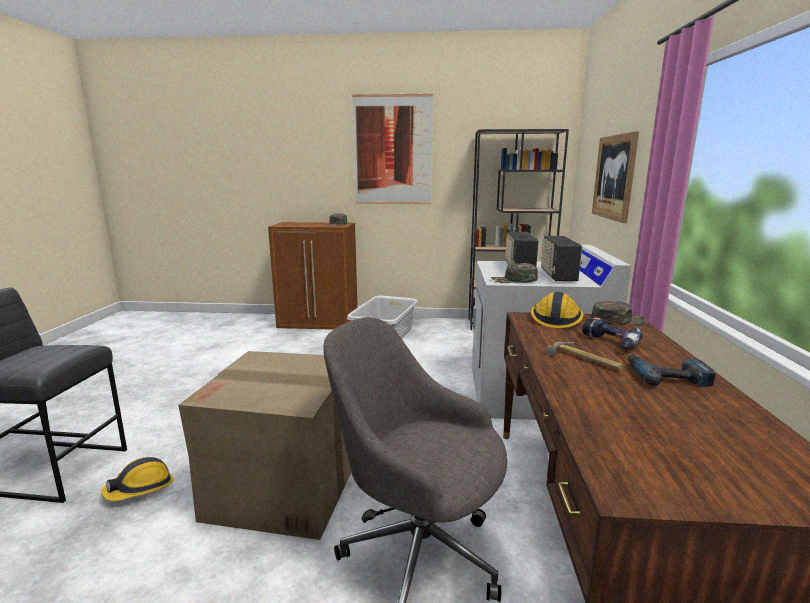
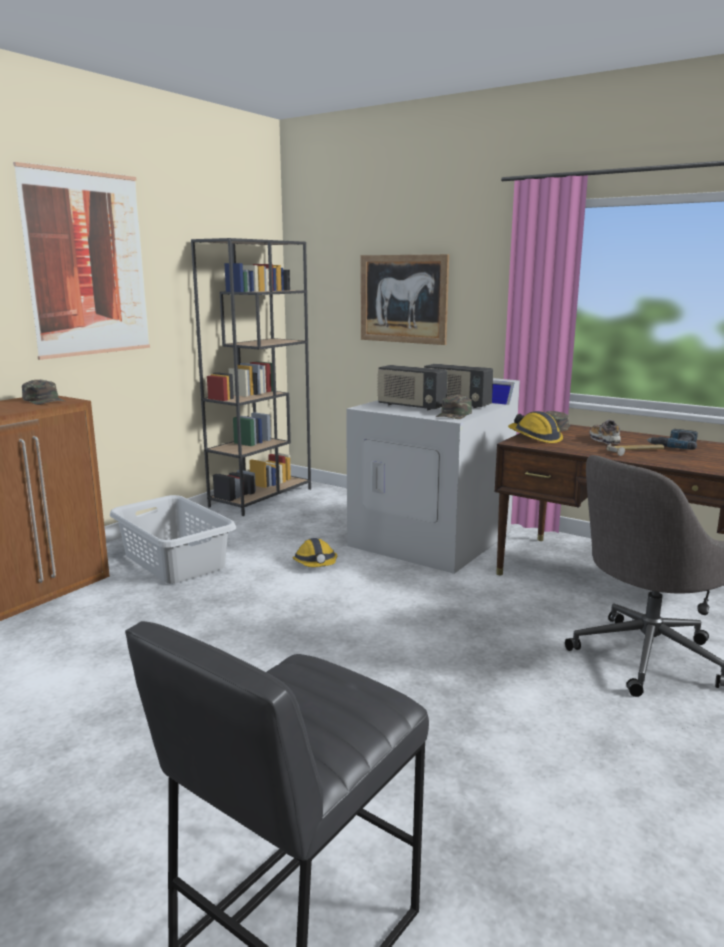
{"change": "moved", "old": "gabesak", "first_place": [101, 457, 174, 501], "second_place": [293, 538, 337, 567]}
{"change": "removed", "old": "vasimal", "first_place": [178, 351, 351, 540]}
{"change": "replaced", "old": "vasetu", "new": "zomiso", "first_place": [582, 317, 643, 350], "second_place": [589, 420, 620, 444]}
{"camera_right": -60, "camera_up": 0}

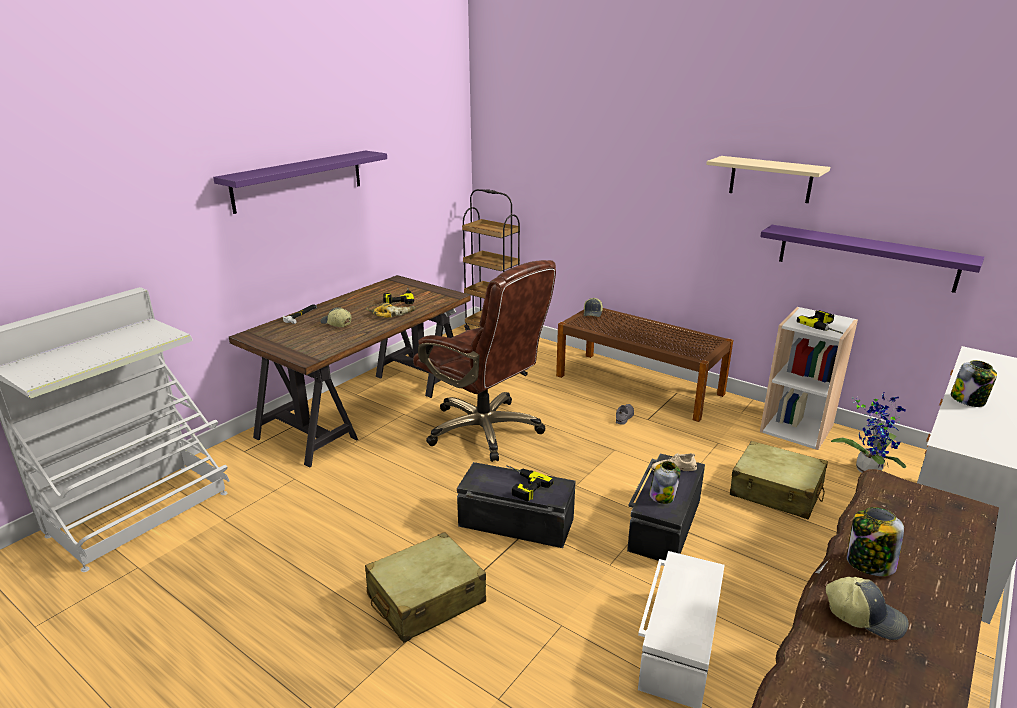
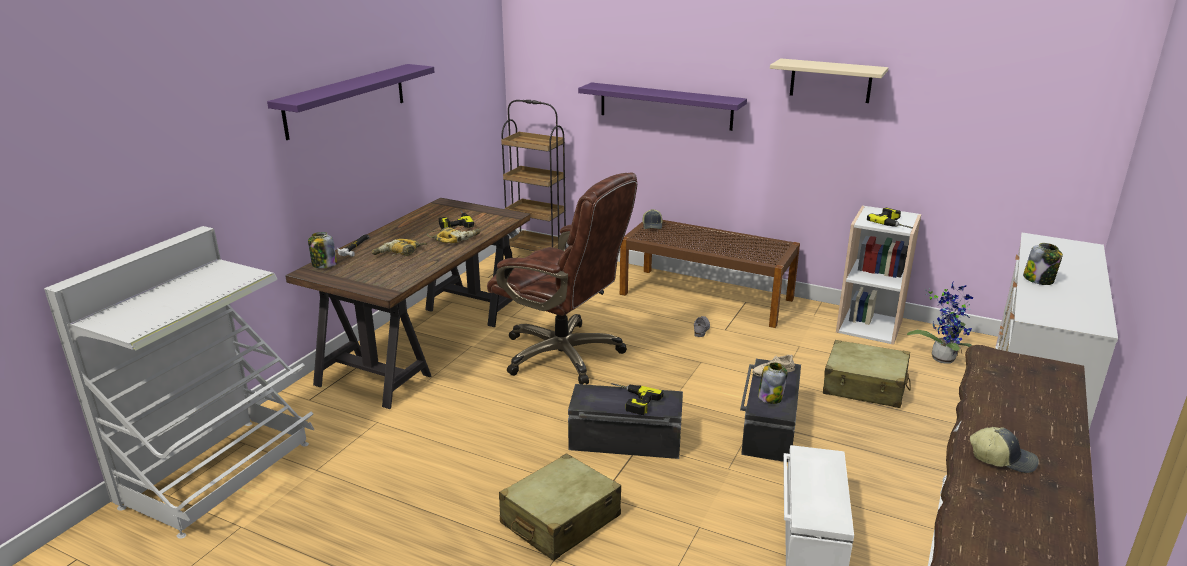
{"change": "replaced", "old": "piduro", "new": "vasetu", "first_place": [320, 308, 351, 327], "second_place": [372, 239, 427, 256]}
{"change": "moved", "old": "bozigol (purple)", "first_place": [760, 225, 984, 293], "second_place": [578, 82, 747, 131]}
{"change": "moved", "old": "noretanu", "first_place": [847, 507, 904, 576], "second_place": [308, 232, 337, 268]}
{"camera_right": -10, "camera_up": 0}

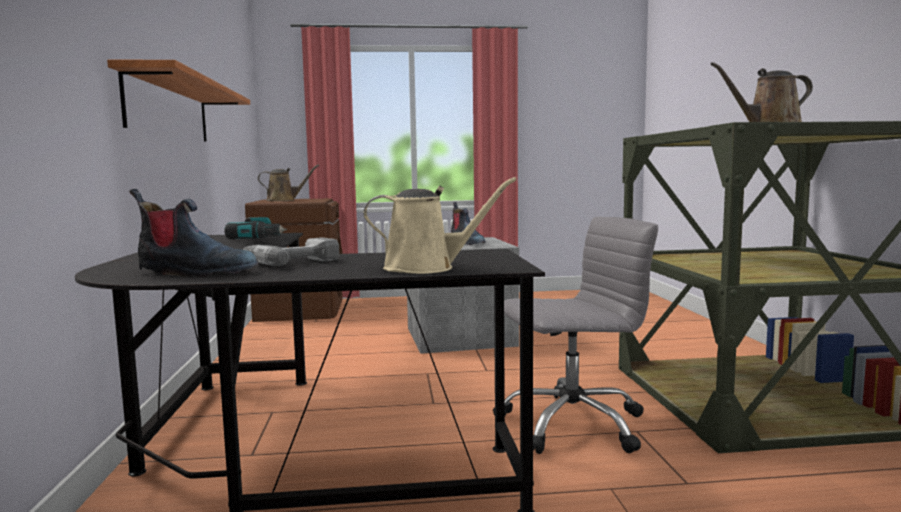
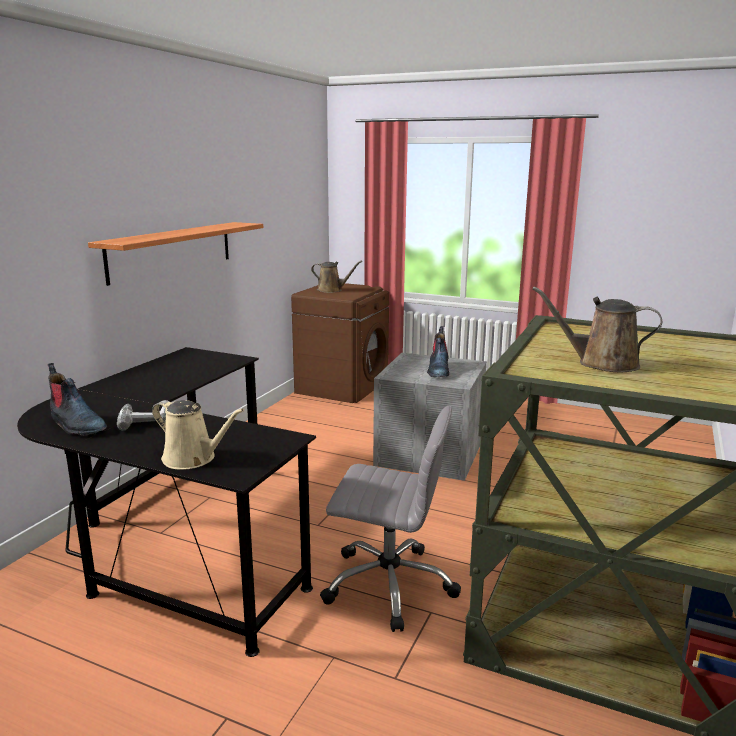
{"change": "removed", "old": "vasetu", "first_place": [224, 217, 287, 239]}
{"camera_right": 30, "camera_up": 10}

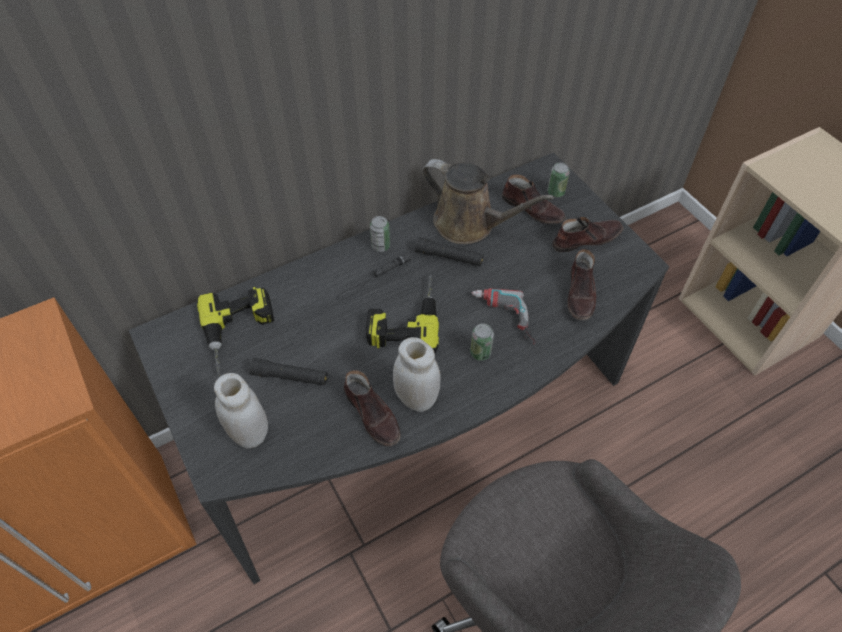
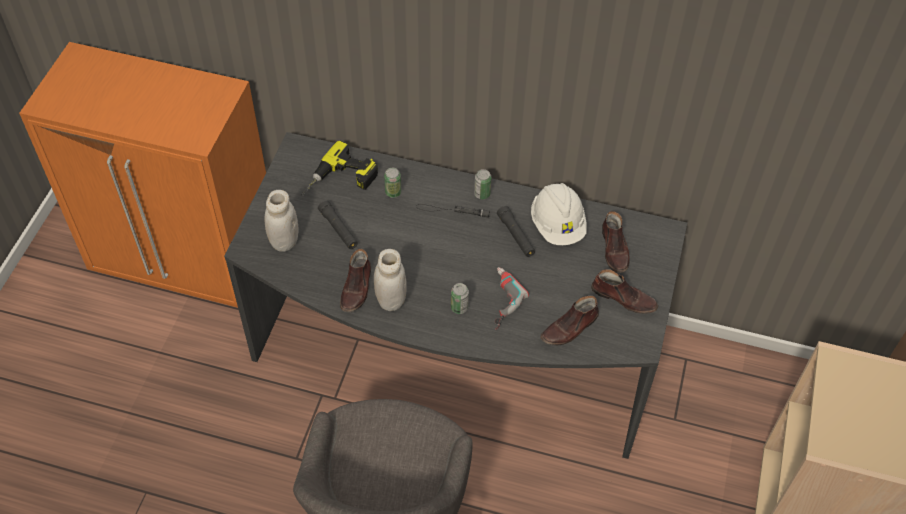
{"change": "removed", "old": "vasetu", "first_place": [366, 274, 439, 354]}
{"change": "replaced", "old": "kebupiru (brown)", "new": "gabesak (white)", "first_place": [422, 159, 554, 244], "second_place": [531, 183, 587, 245]}
{"change": "moved", "old": "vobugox", "first_place": [548, 162, 570, 197], "second_place": [384, 168, 401, 198]}
{"camera_right": 45, "camera_up": 0}

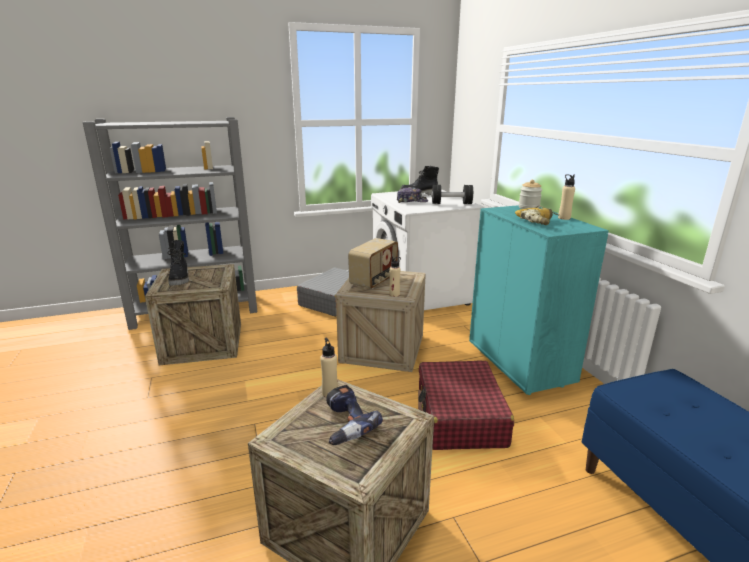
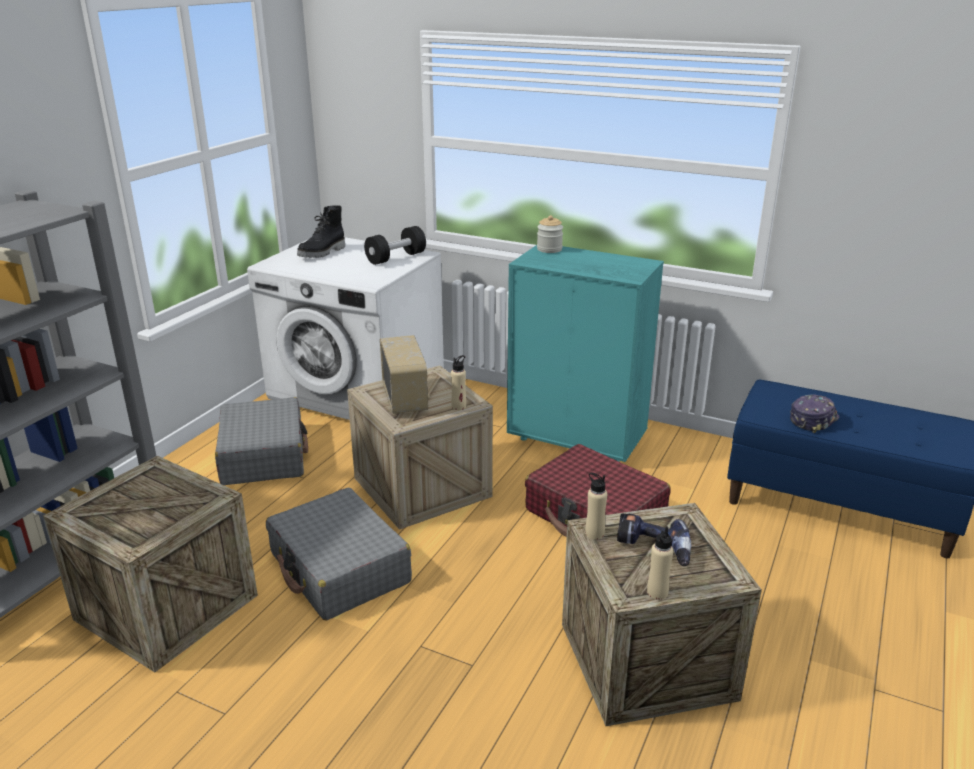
{"change": "removed", "old": "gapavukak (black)", "first_place": [167, 240, 189, 286]}
{"change": "moved", "old": "piduro", "first_place": [396, 187, 428, 203], "second_place": [790, 395, 839, 433]}
{"change": "removed", "old": "vasetu", "first_place": [515, 205, 562, 225]}
{"change": "moved", "old": "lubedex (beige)", "first_place": [558, 174, 575, 220], "second_place": [647, 526, 673, 600]}
{"change": "added", "new": "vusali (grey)", "second_place": [266, 488, 412, 620]}
{"camera_right": -45, "camera_up": 5}

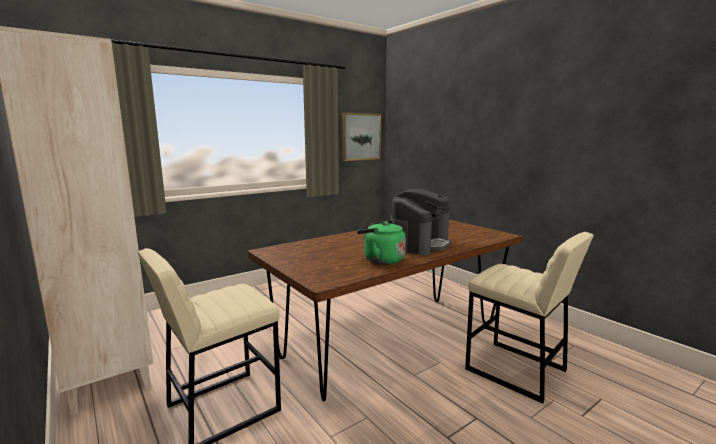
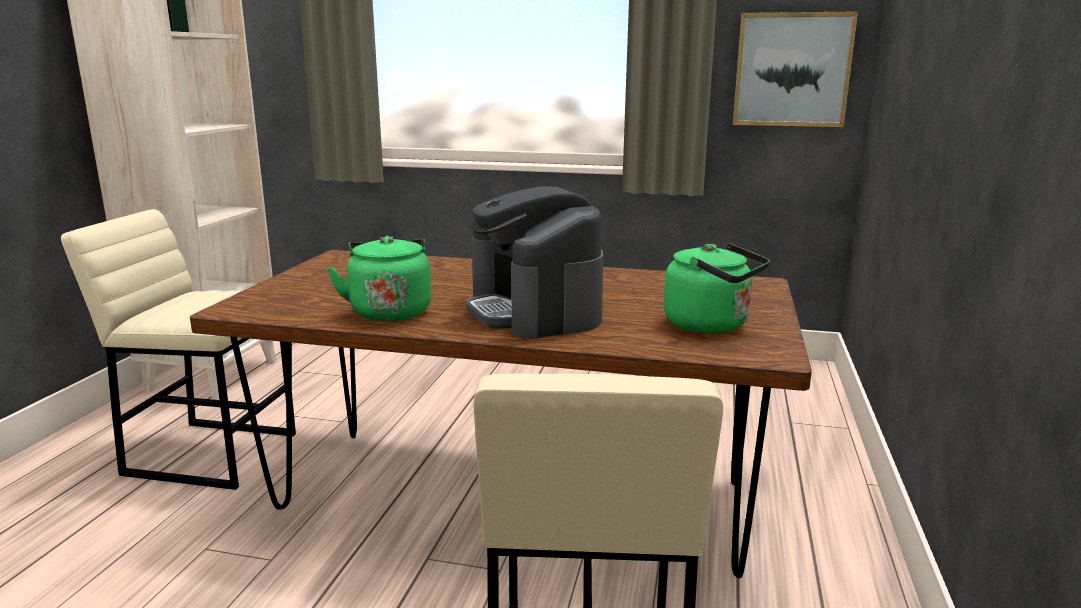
{"change": "turned", "old": "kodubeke", "first_place": [391, 189, 451, 255], "second_place": [466, 186, 603, 339], "degrees": 75}
{"change": "added", "new": "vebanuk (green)", "second_place": [664, 243, 770, 333]}
{"camera_right": 50, "camera_up": 5}

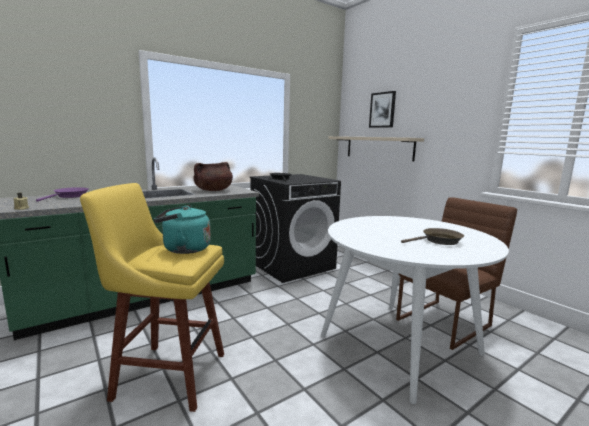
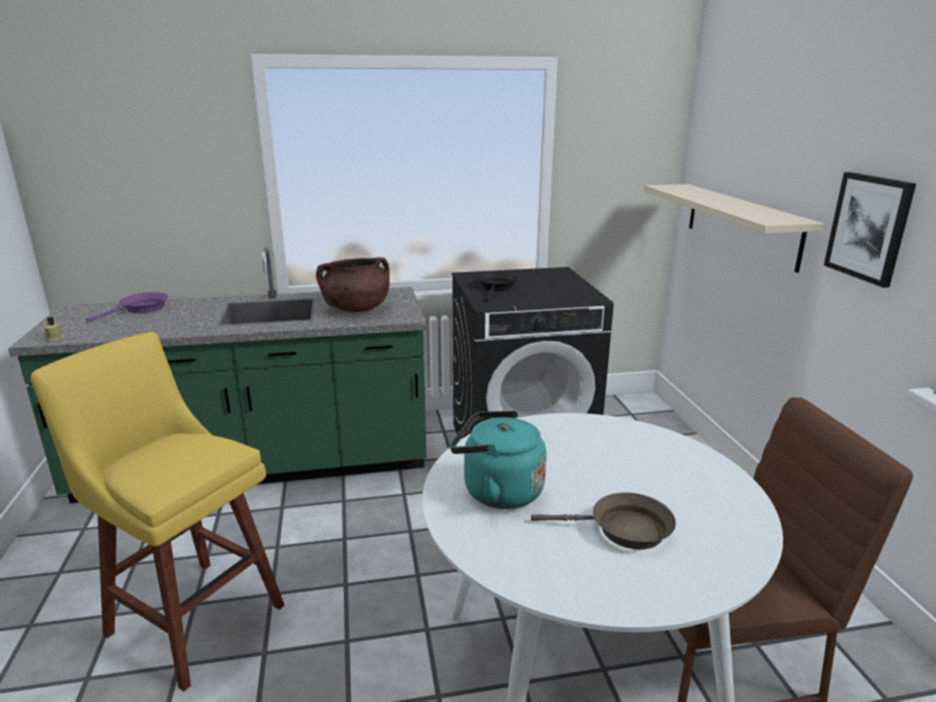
{"change": "moved", "old": "vebanuk (turquoise)", "first_place": [154, 205, 211, 254], "second_place": [450, 411, 547, 509]}
{"change": "moved", "old": "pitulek", "first_place": [369, 91, 396, 128], "second_place": [824, 172, 916, 288]}
{"camera_right": 25, "camera_up": 10}

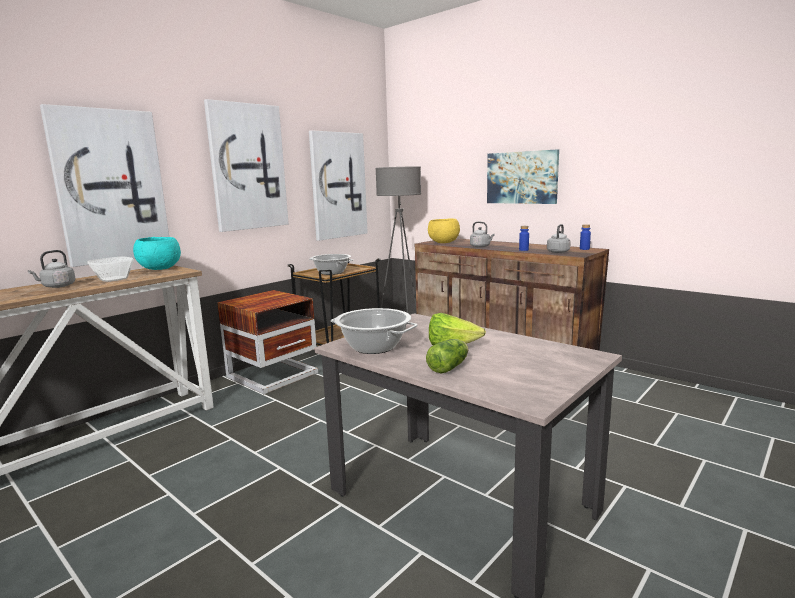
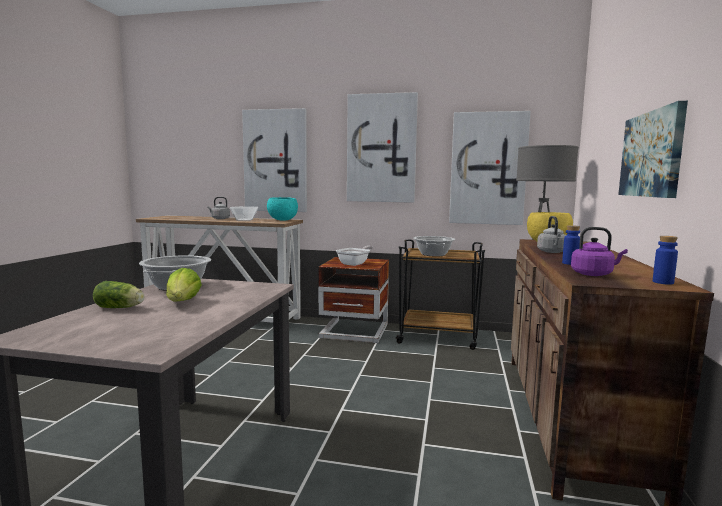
{"change": "recoloured", "old": "vebanuk (grey)", "new": "vebanuk (purple)", "first_place": [547, 224, 571, 253], "second_place": [571, 227, 628, 276]}
{"change": "added", "new": "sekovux", "second_place": [336, 246, 373, 266]}
{"camera_right": 60, "camera_up": -5}

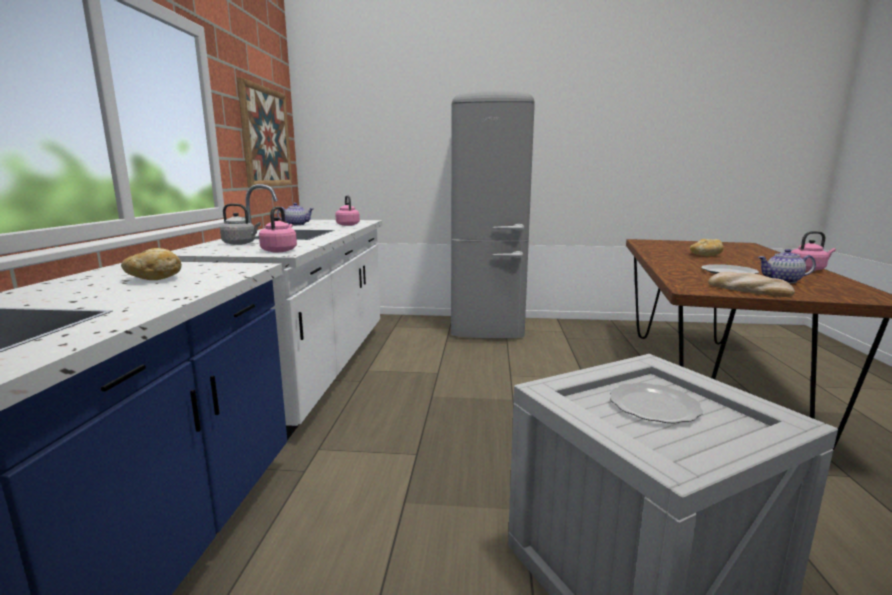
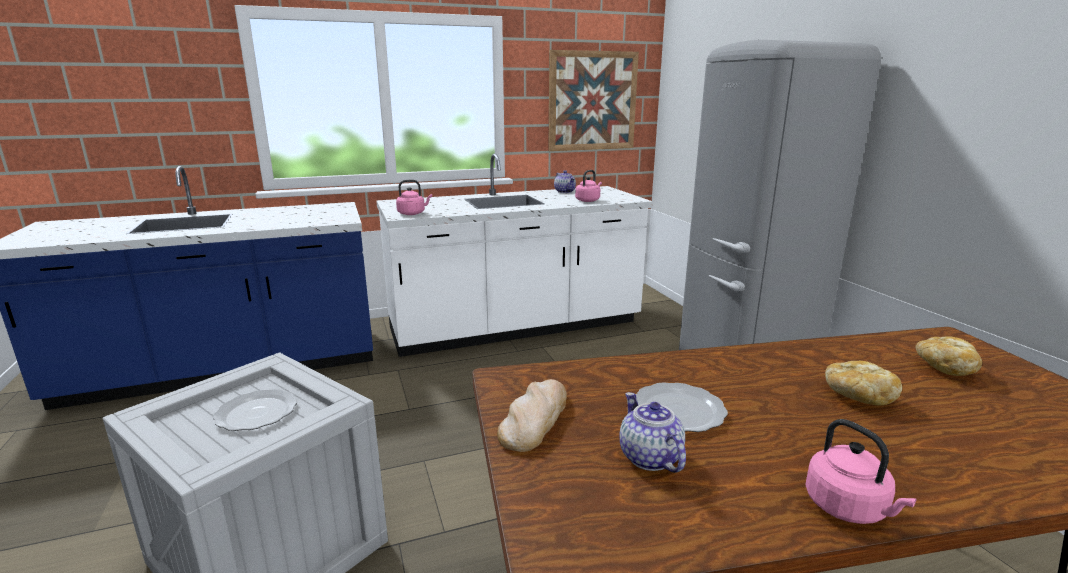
{"change": "moved", "old": "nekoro", "first_place": [121, 248, 182, 280], "second_place": [916, 336, 982, 376]}
{"change": "removed", "old": "vebanuk (grey)", "first_place": [220, 203, 261, 245]}
{"camera_right": 65, "camera_up": 5}

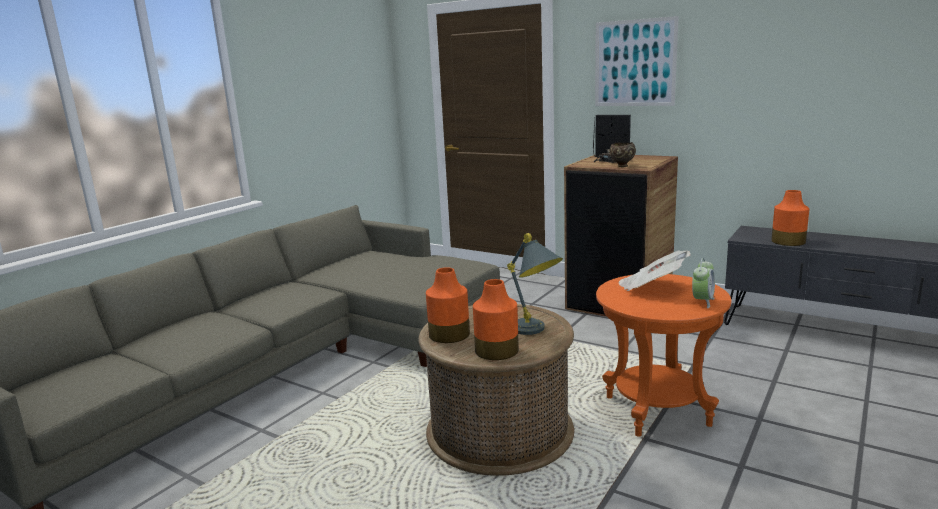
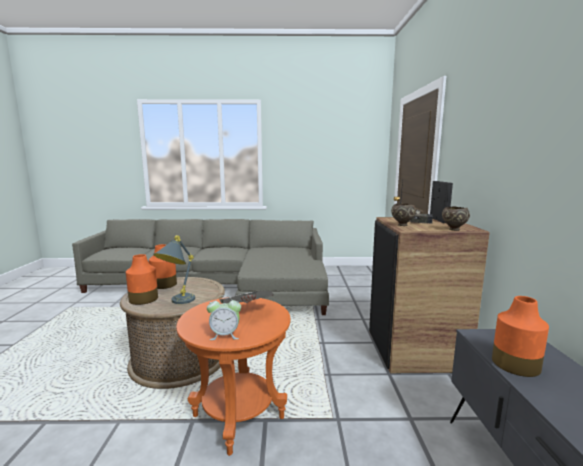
{"change": "removed", "old": "pitulek", "first_place": [595, 16, 679, 106]}
{"change": "added", "new": "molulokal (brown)", "second_place": [442, 207, 470, 231]}
{"camera_right": 55, "camera_up": -5}

